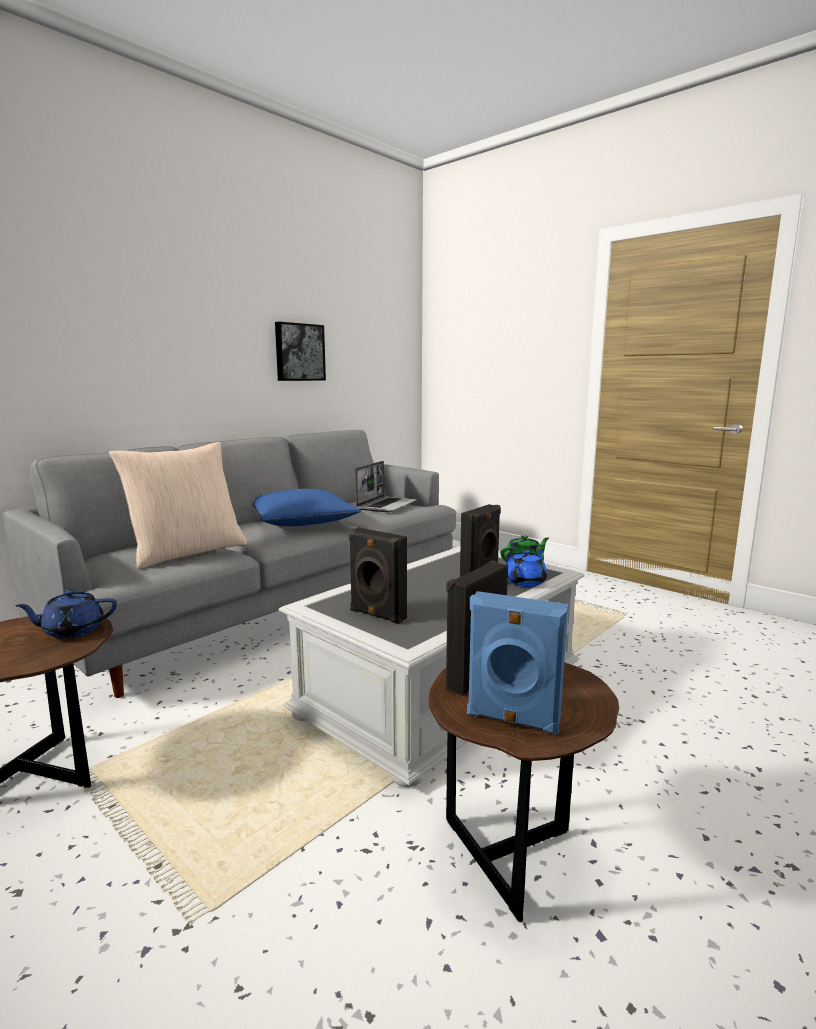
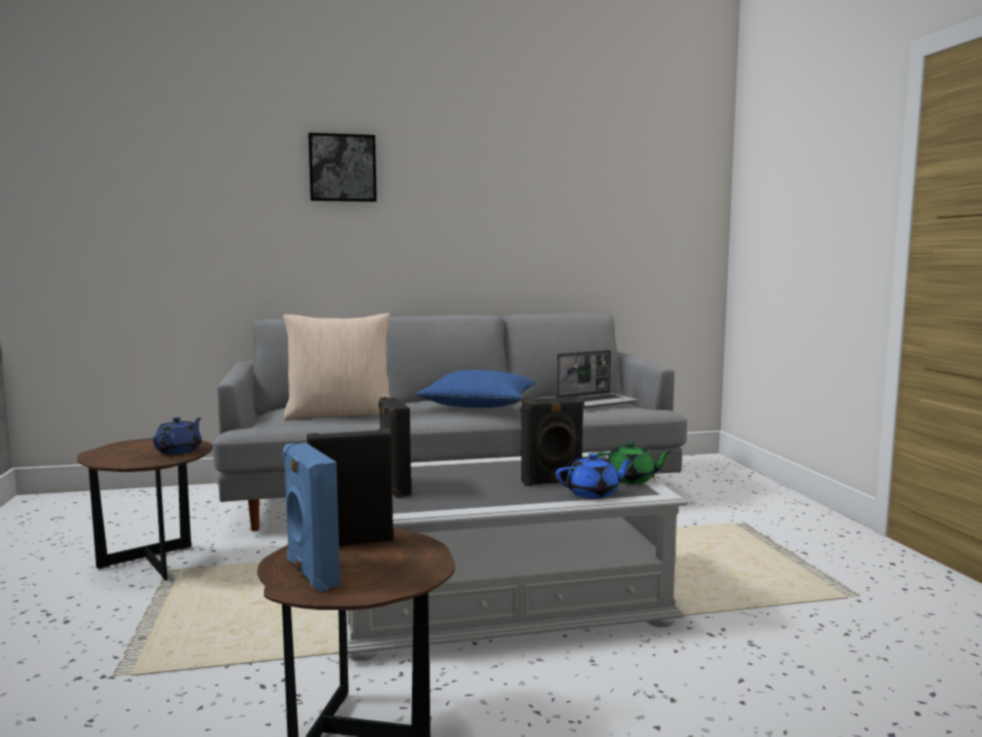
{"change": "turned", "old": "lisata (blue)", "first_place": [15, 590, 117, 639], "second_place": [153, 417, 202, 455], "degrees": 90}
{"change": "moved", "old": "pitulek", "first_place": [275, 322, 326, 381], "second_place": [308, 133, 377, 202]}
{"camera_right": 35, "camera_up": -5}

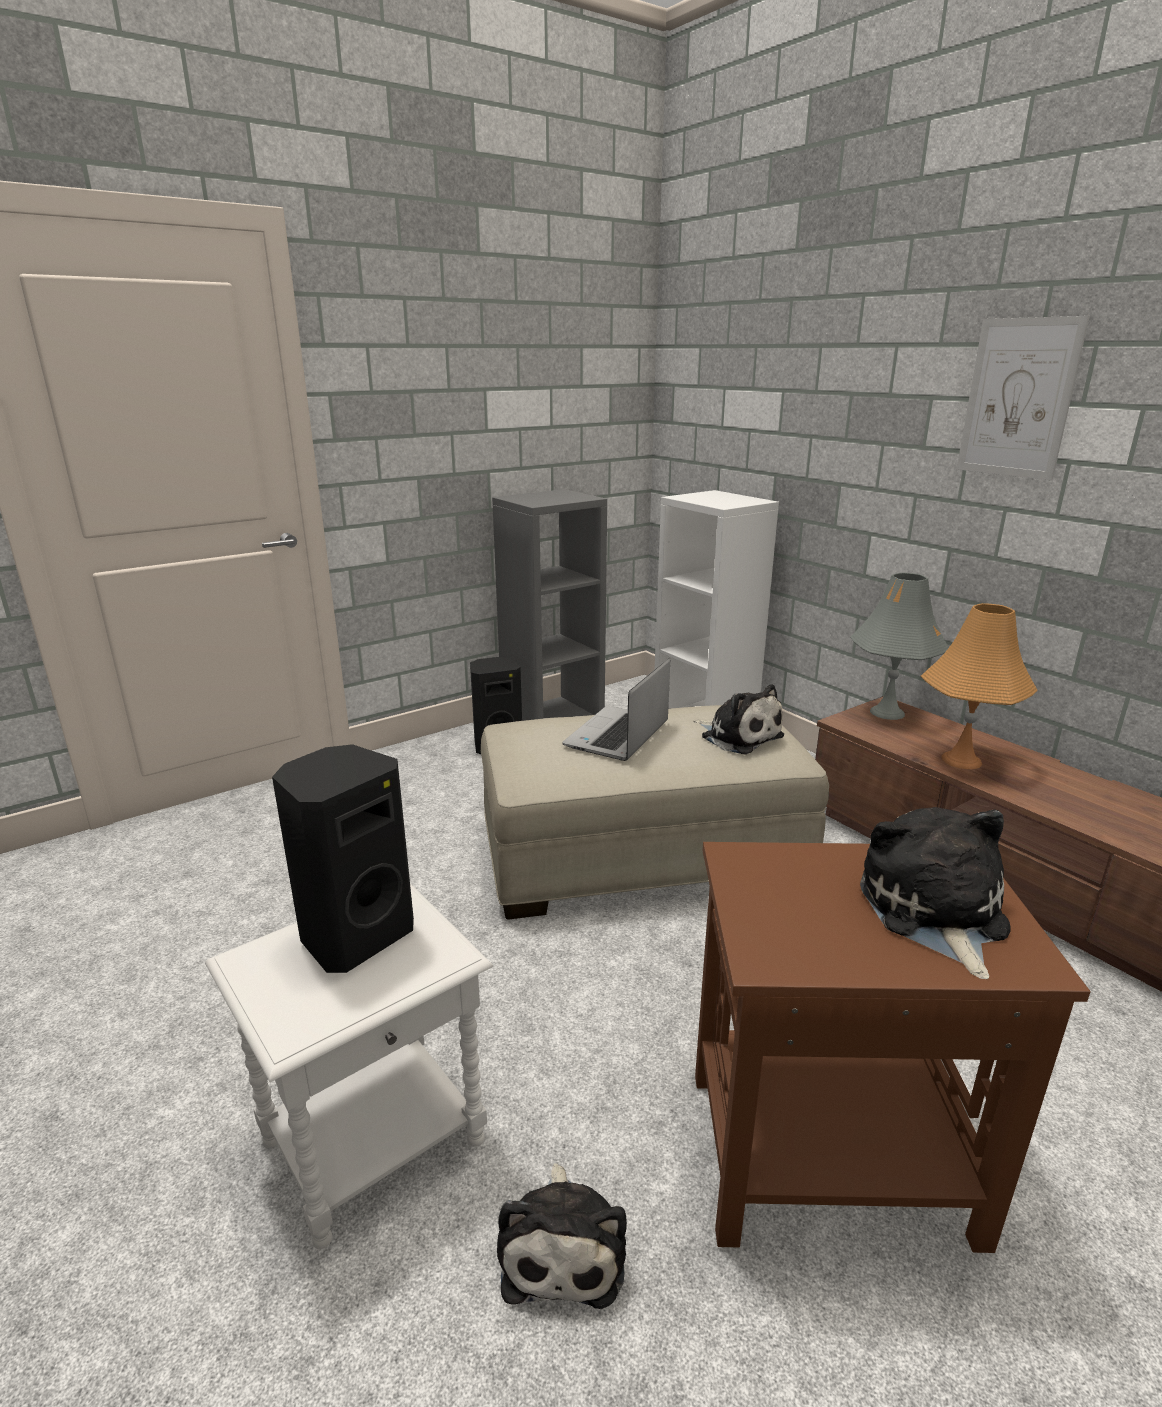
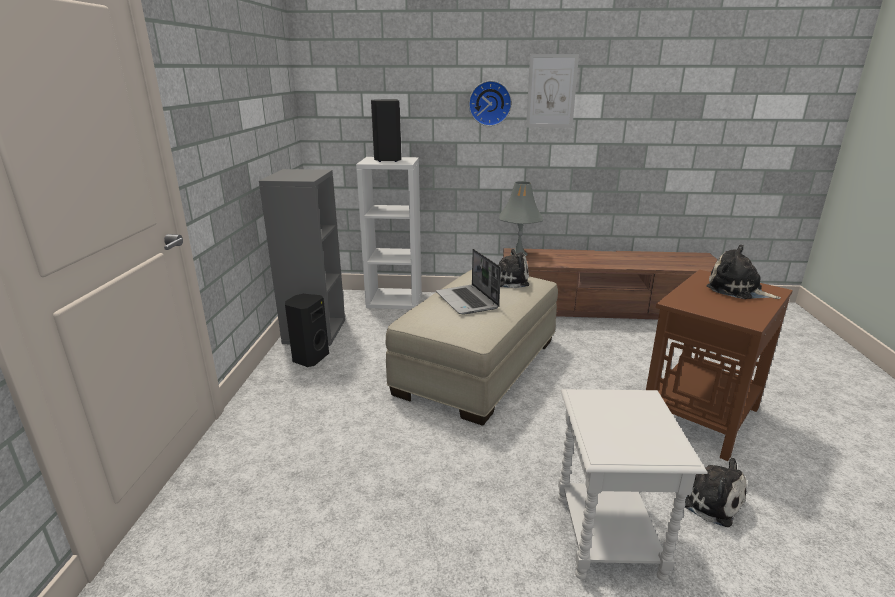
{"change": "moved", "old": "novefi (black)", "first_place": [272, 744, 414, 973], "second_place": [371, 99, 401, 162]}
{"change": "removed", "old": "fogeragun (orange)", "first_place": [921, 603, 1038, 769]}
{"change": "added", "new": "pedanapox", "second_place": [469, 81, 512, 126]}
{"camera_right": -50, "camera_up": 0}

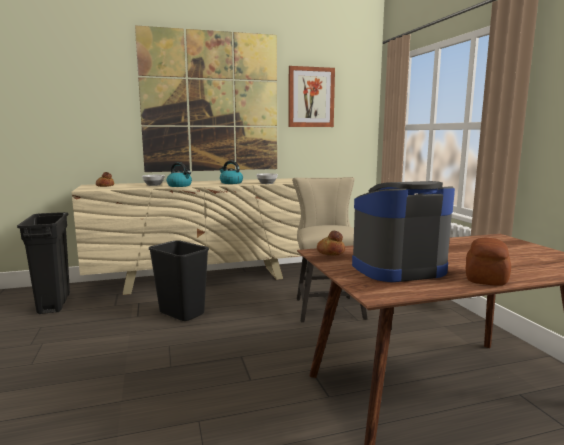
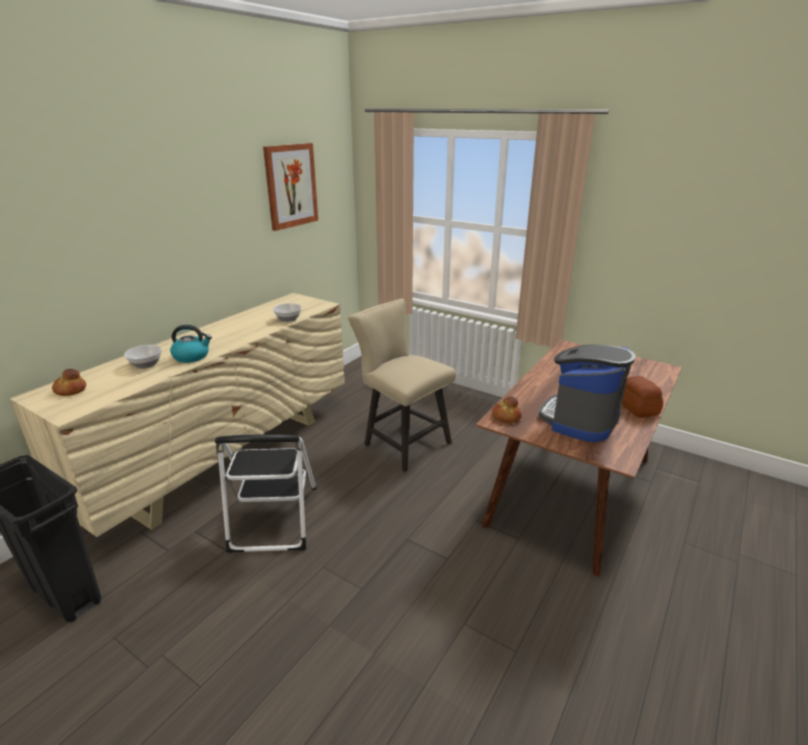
{"change": "removed", "old": "pitulek", "first_place": [135, 25, 277, 172]}
{"change": "replaced", "old": "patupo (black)", "new": "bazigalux", "first_place": [149, 240, 209, 321], "second_place": [215, 435, 317, 553]}
{"change": "removed", "old": "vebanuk", "first_place": [219, 161, 243, 184]}
{"camera_right": -40, "camera_up": 15}

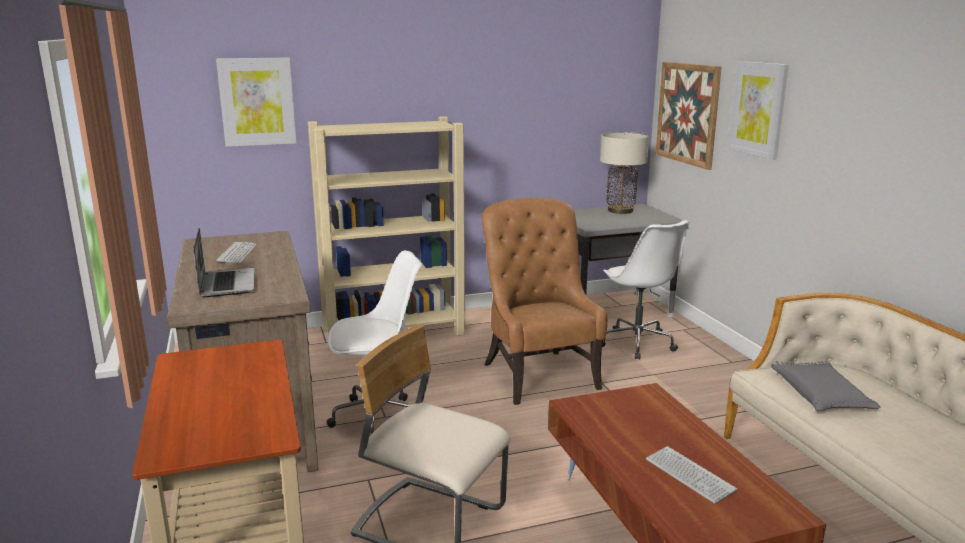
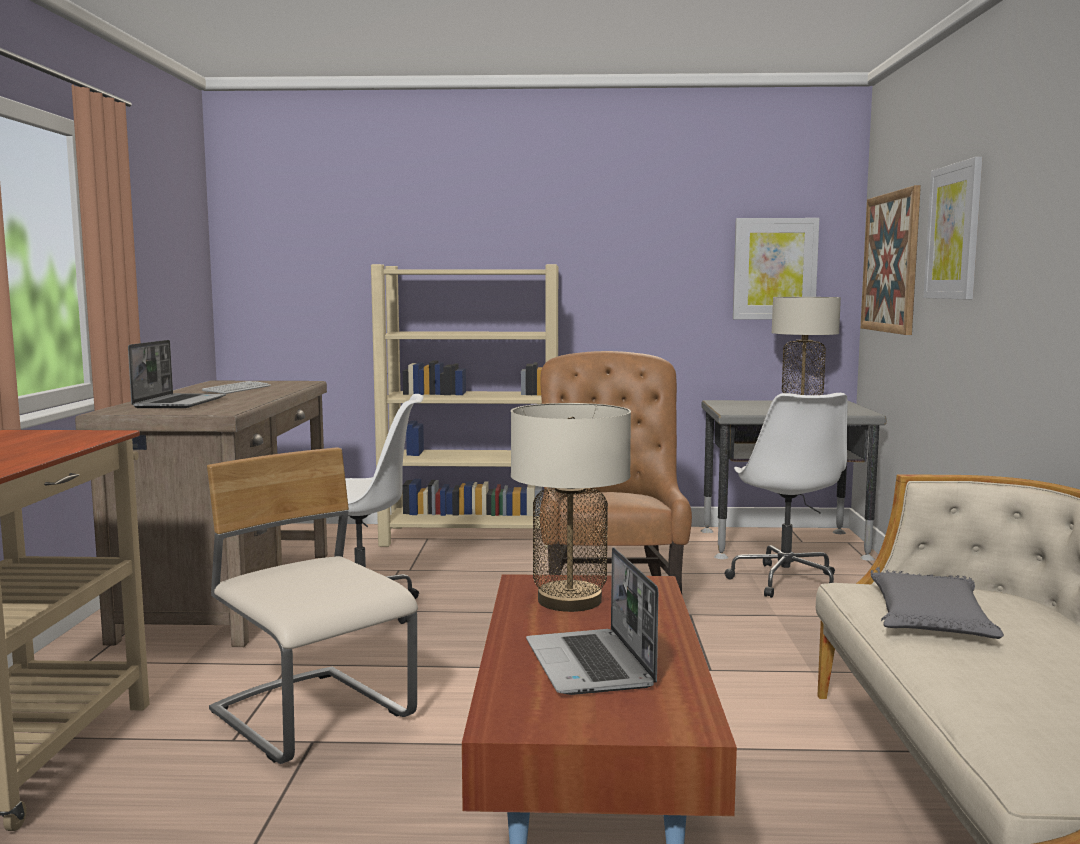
{"change": "moved", "old": "pitulek", "first_place": [216, 58, 297, 147], "second_place": [733, 218, 819, 319]}
{"change": "replaced", "old": "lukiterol", "new": "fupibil", "first_place": [646, 446, 737, 504], "second_place": [526, 547, 658, 695]}
{"change": "added", "new": "fogeragun", "second_place": [511, 403, 631, 612]}
{"camera_right": 20, "camera_up": -10}

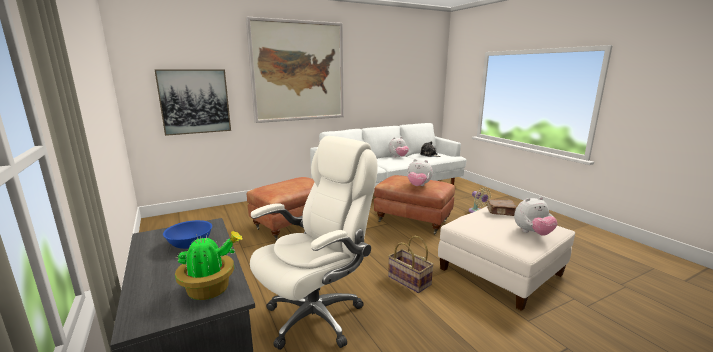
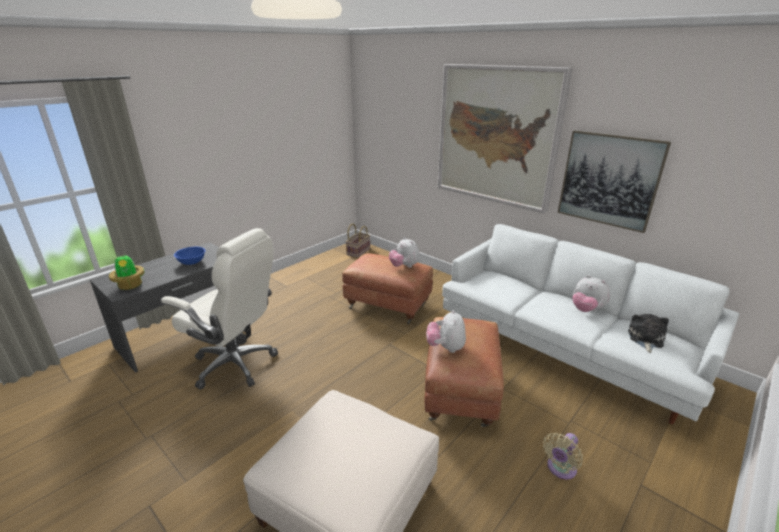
{"change": "moved", "old": "pitulek", "first_place": [155, 69, 231, 136], "second_place": [558, 130, 671, 233]}
{"change": "moved", "old": "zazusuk", "first_place": [388, 236, 434, 293], "second_place": [345, 224, 370, 258]}
{"change": "removed", "old": "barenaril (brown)", "first_place": [487, 199, 517, 216]}
{"change": "moved", "old": "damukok", "first_place": [514, 197, 558, 236], "second_place": [389, 237, 420, 268]}
{"camera_right": 70, "camera_up": 10}

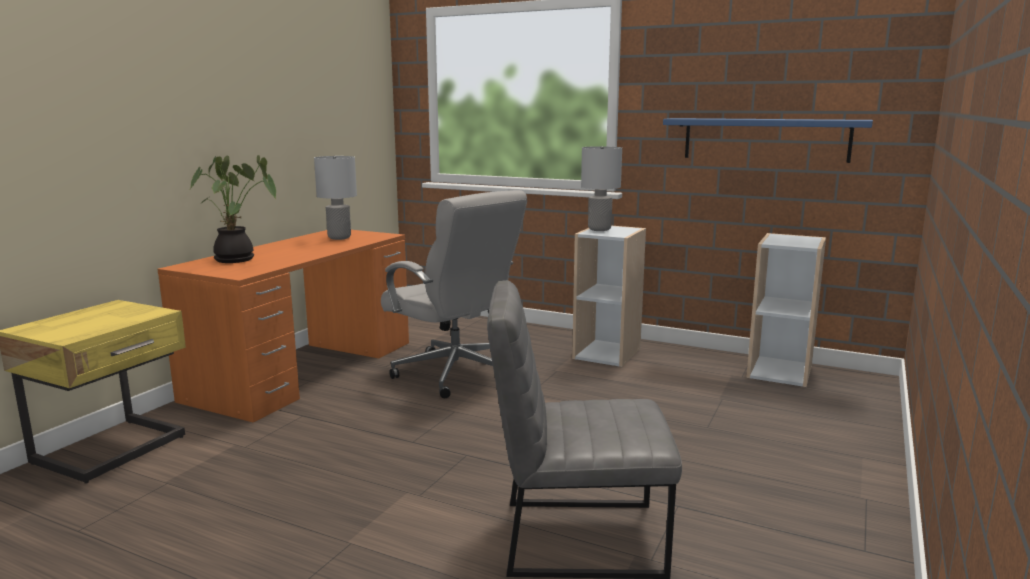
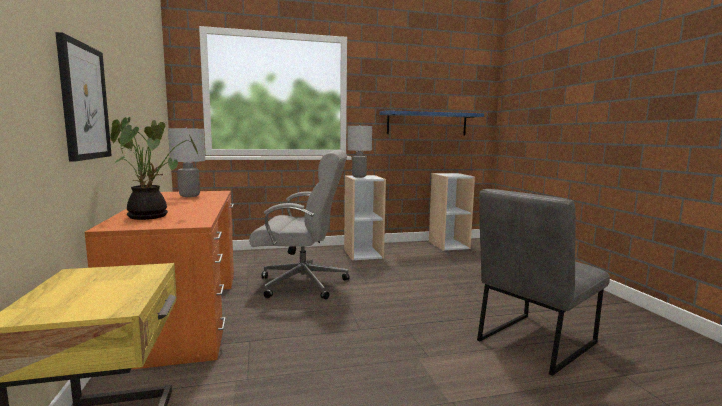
{"change": "added", "new": "pitulek", "second_place": [55, 32, 112, 161]}
{"camera_right": -40, "camera_up": -5}

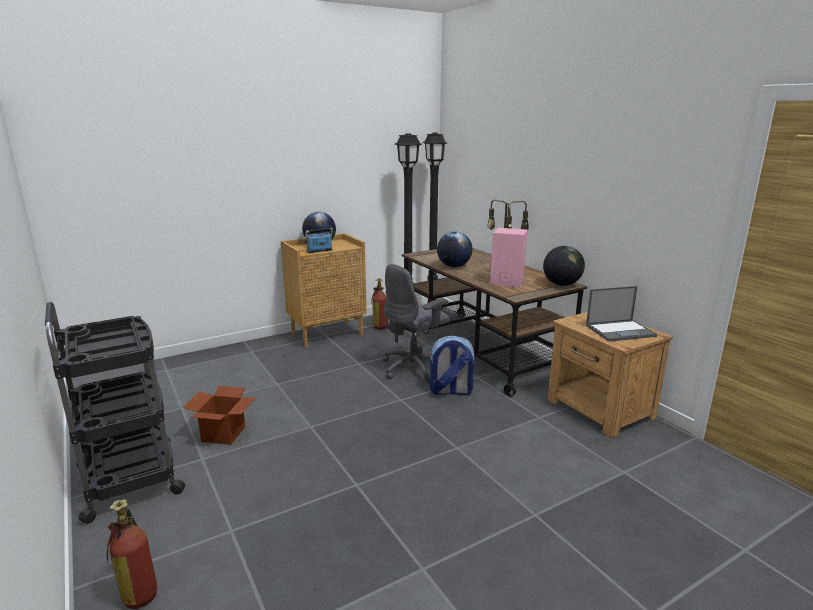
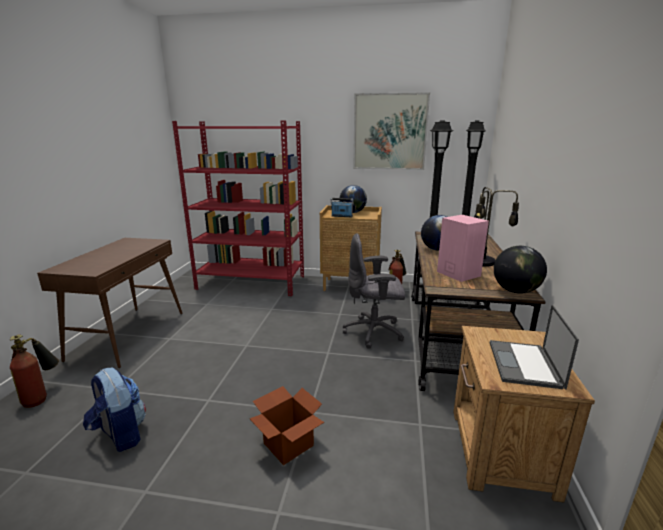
{"change": "replaced", "old": "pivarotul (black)", "new": "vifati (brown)", "first_place": [45, 302, 185, 524], "second_place": [37, 238, 182, 368]}
{"change": "moved", "old": "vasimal", "first_place": [182, 386, 256, 445], "second_place": [250, 386, 324, 465]}
{"change": "moved", "old": "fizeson", "first_place": [429, 335, 474, 395], "second_place": [83, 368, 146, 452]}
{"change": "turned", "old": "fupibil", "first_place": [586, 286, 657, 342], "second_place": [490, 305, 579, 390], "degrees": 75}
{"change": "added", "new": "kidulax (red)", "second_place": [172, 121, 304, 296]}
{"change": "added", "new": "pitulek", "second_place": [353, 92, 430, 170]}
{"camera_right": 40, "camera_up": 0}

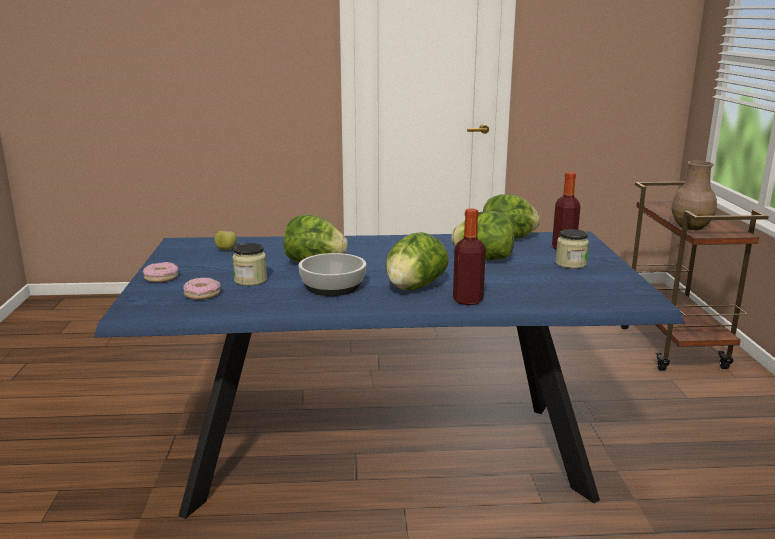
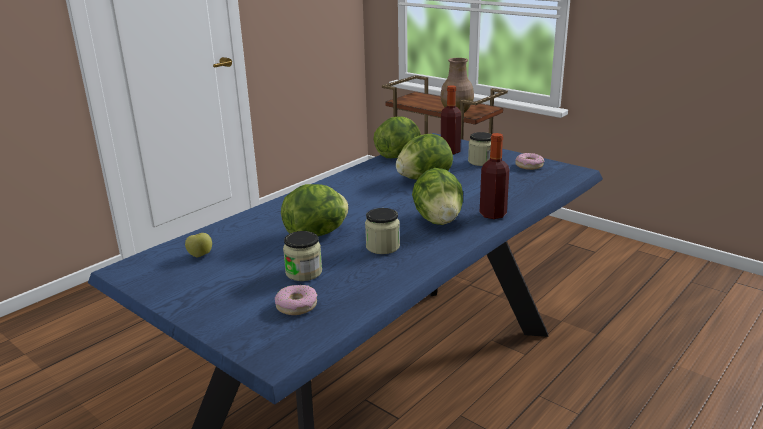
{"change": "moved", "old": "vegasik", "first_place": [143, 262, 178, 282], "second_place": [515, 153, 544, 170]}
{"change": "replaced", "old": "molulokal", "new": "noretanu", "first_place": [299, 253, 366, 296], "second_place": [365, 208, 400, 254]}
{"camera_right": -45, "camera_up": 5}

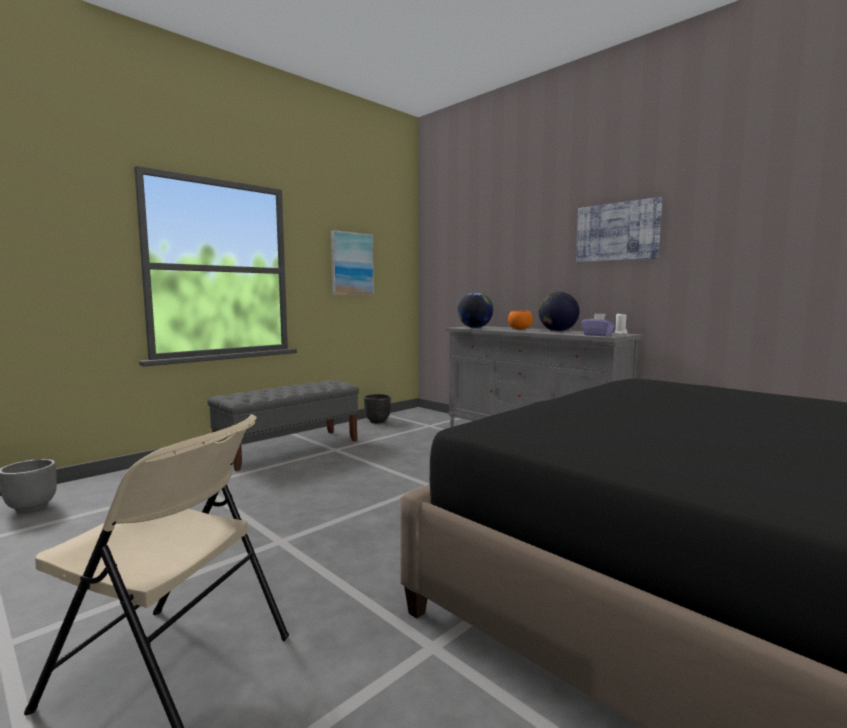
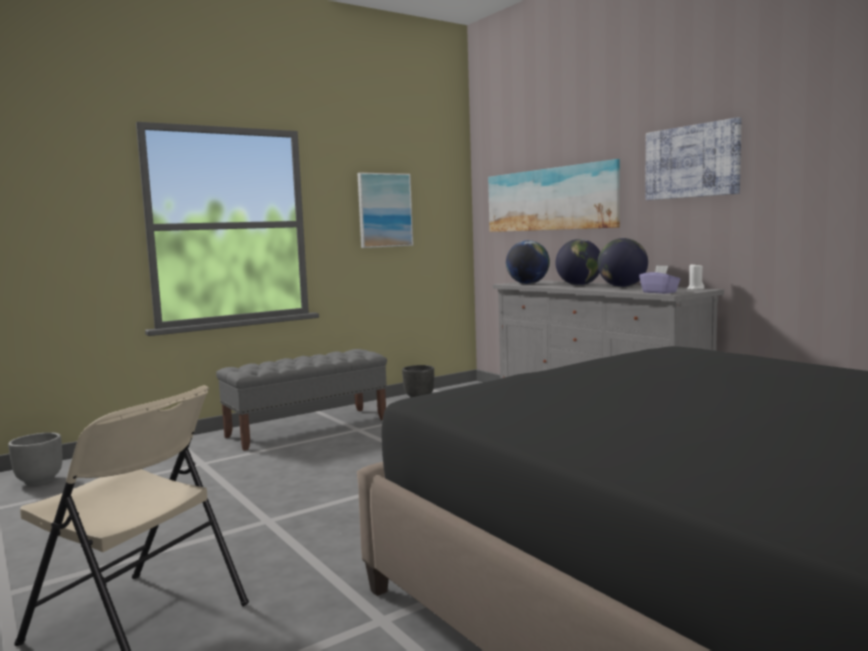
{"change": "replaced", "old": "molulokal (orange)", "new": "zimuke", "first_place": [508, 311, 533, 330], "second_place": [555, 239, 600, 285]}
{"change": "added", "new": "pitulek", "second_place": [488, 159, 620, 232]}
{"camera_right": 10, "camera_up": 0}

